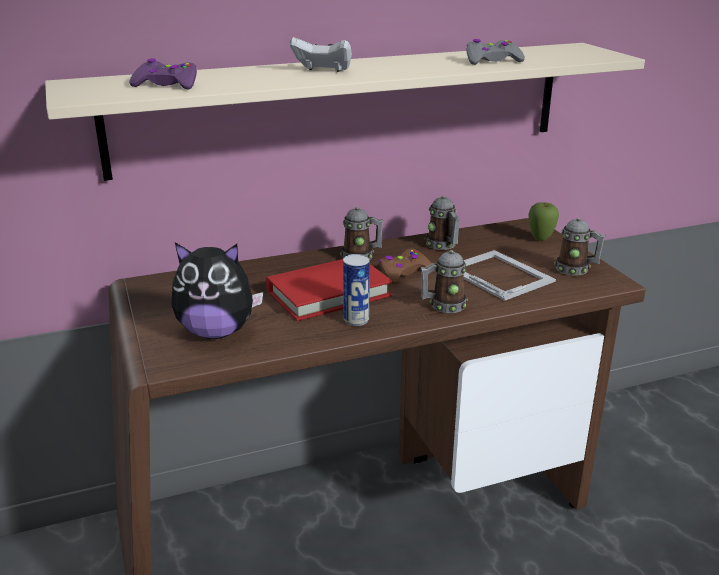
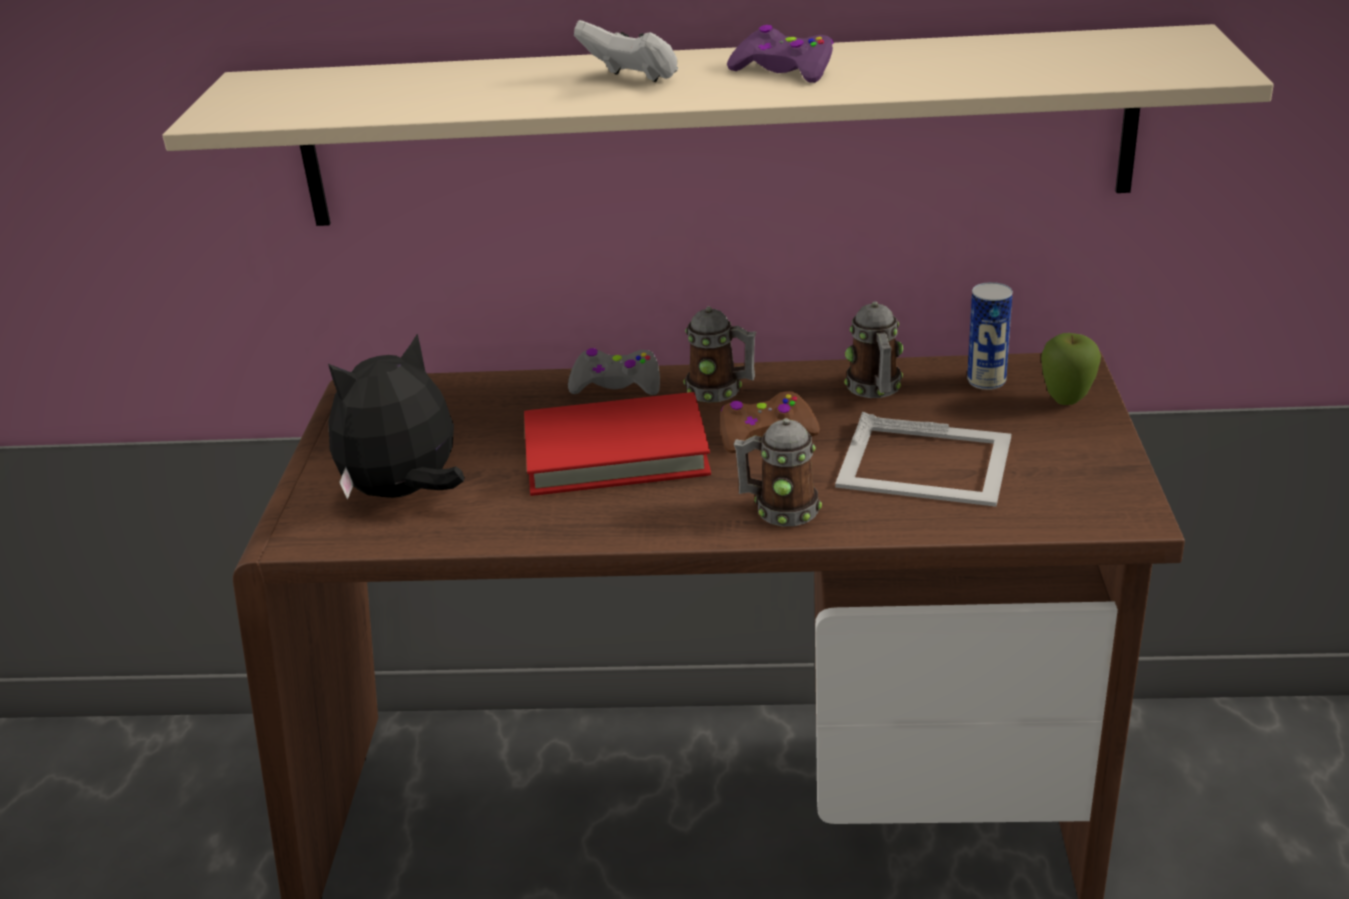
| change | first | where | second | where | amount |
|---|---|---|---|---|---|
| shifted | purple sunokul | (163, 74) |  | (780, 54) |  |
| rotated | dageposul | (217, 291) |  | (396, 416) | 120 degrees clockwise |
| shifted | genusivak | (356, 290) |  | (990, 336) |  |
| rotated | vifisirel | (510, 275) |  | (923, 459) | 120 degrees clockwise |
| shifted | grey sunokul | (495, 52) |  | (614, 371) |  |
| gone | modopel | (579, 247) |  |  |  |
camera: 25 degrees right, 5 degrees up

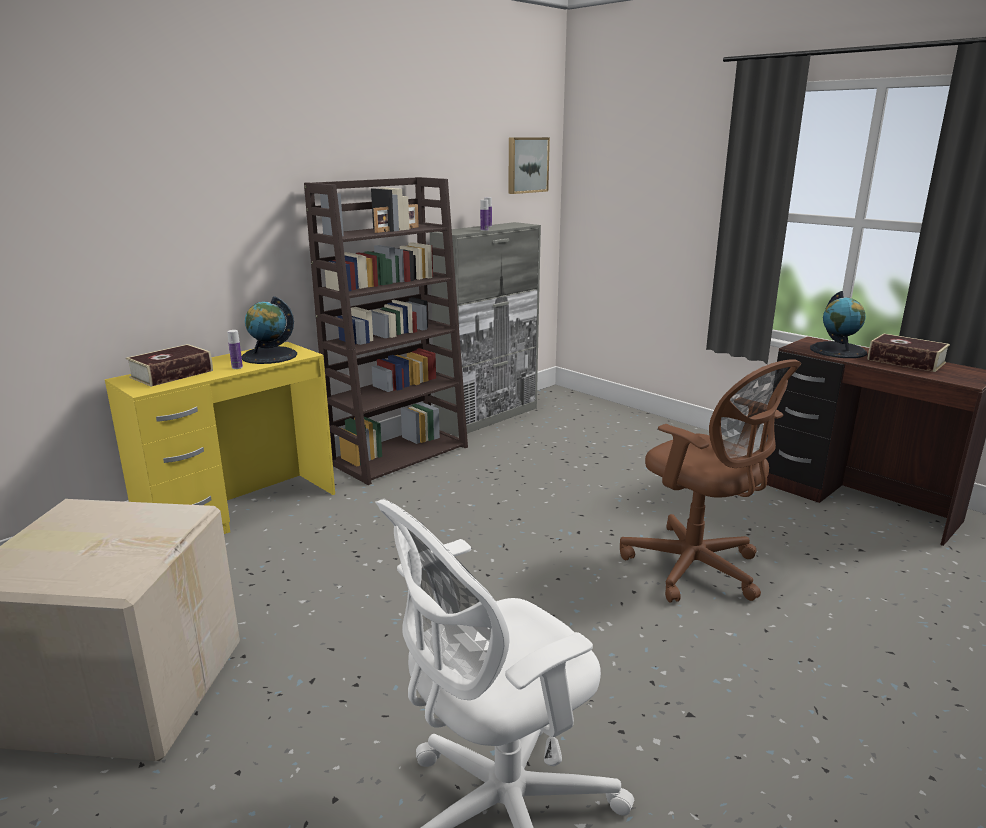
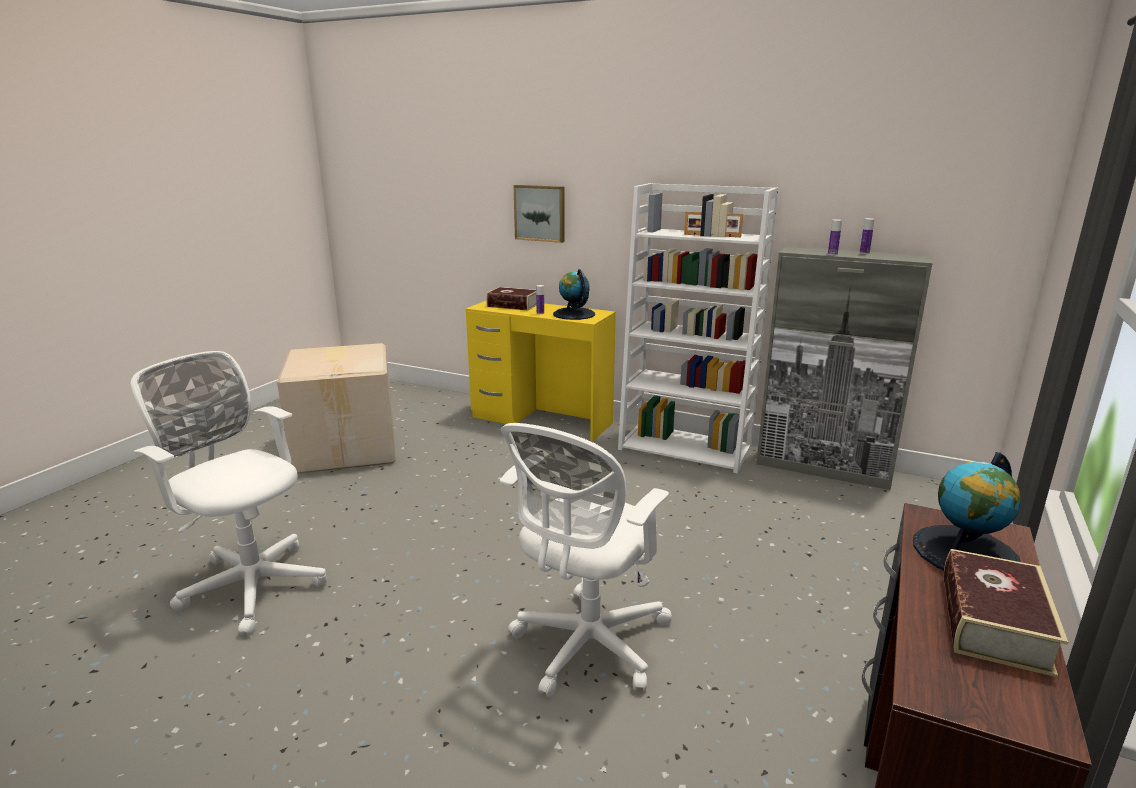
| change | first | where | second | where | amount |
|---|---|---|---|---|---|
| repainted | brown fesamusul | (386, 331) | white fesamusul | (698, 328) |  |
| shifted | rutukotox | (529, 165) |  | (539, 214) |  |
| repainted | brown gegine | (710, 480) | white gegine | (586, 560) |  |
camera: 70 degrees right, 0 degrees up

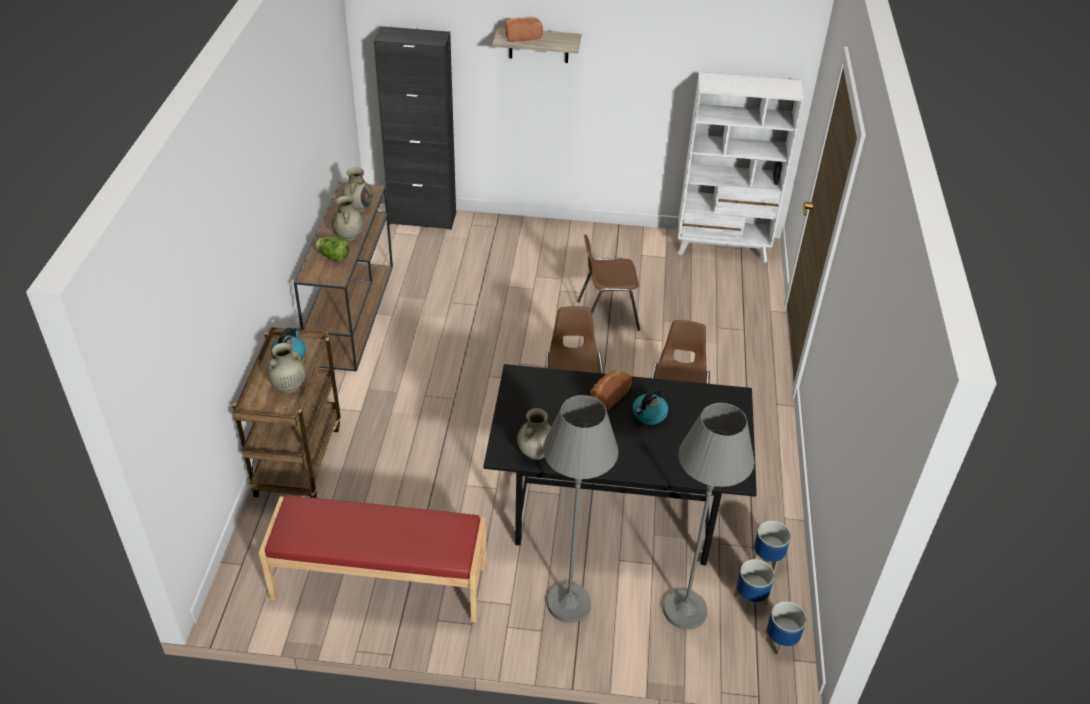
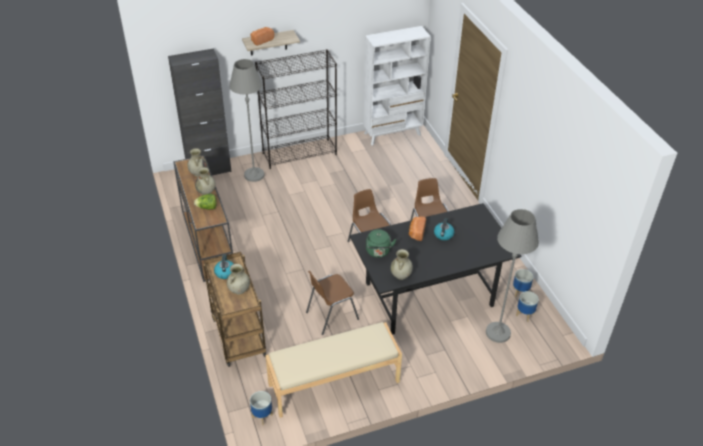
| change | first | where | second | where | amount |
|---|---|---|---|---|---|
| repainted | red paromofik | (373, 559) | beige paromofik | (333, 370) |  |
| shifted | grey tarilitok | (580, 509) |  | (247, 120) |  |
| shifted | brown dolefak | (608, 282) |  | (332, 303) |  |
| shifted | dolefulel | (785, 629) |  | (261, 408) |  |
| new |  |  | black fesamusul | (296, 109) |  |
| new |  |  | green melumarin | (381, 243) |  |
camera: 25 degrees left, 0 degrees up

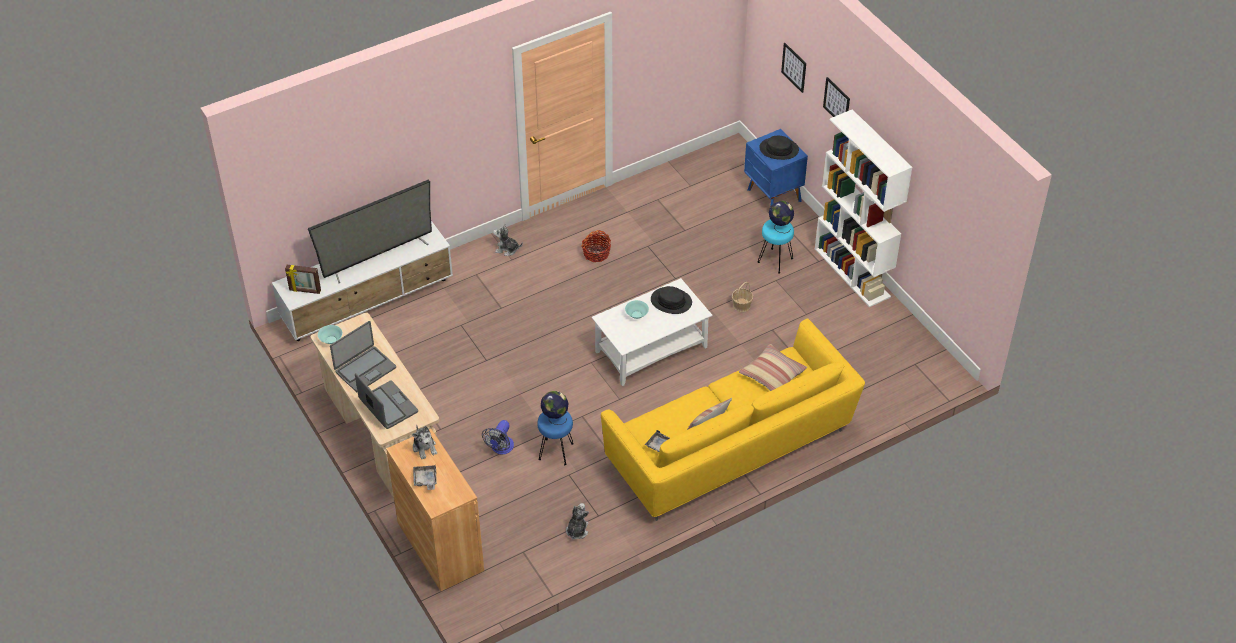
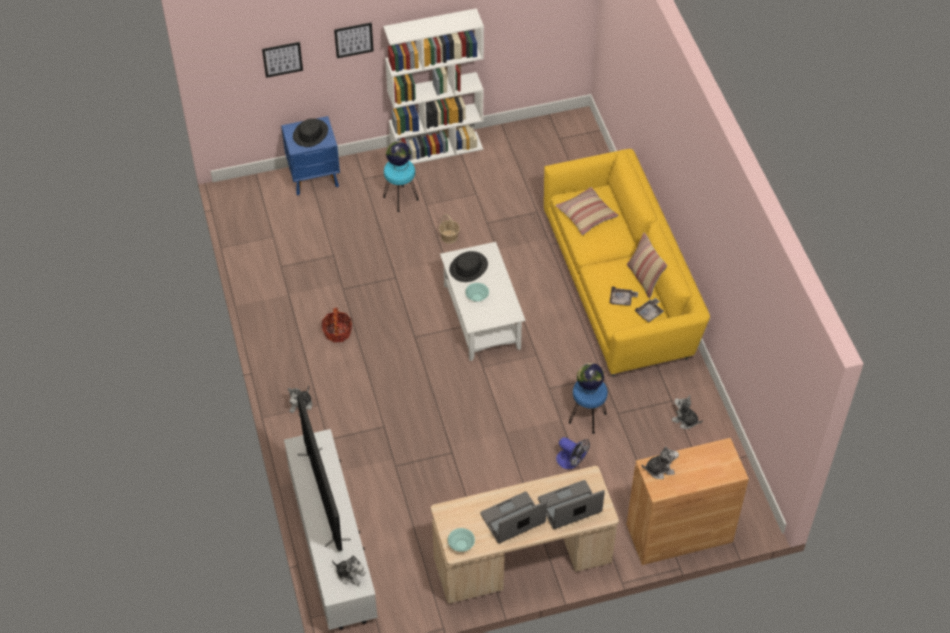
| change | first | where | second | where | amount |
|---|---|---|---|---|---|
| swapped | vifisirel | (303, 279) | dageposul | (349, 570) |  |
| rotated | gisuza | (363, 357) |  | (513, 517) | 90 degrees counterclockwise |
| shifted | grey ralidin | (425, 477) |  | (624, 296) |  |
camera: 75 degrees left, 5 degrees up

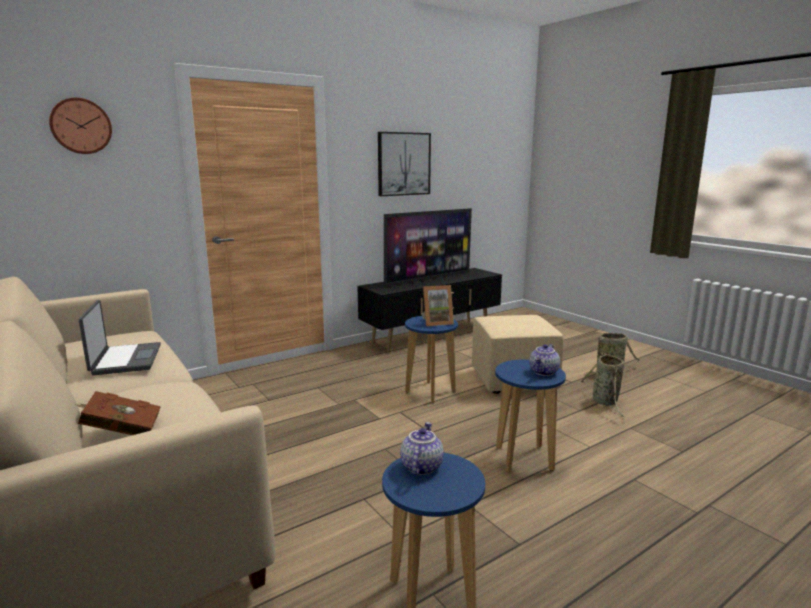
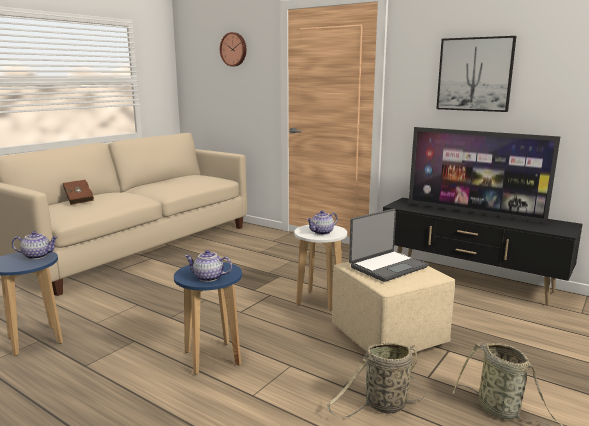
| change | first | where | second | where | amount |
|---|---|---|---|---|---|
| shifted | gisuza | (120, 337) |  | (388, 245) |  |
| repainted | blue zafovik | (431, 359) | white zafovik | (320, 268) |  |
| swapped | vifisirel | (438, 305) | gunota | (322, 222) |  |
camera: 70 degrees right, 0 degrees up

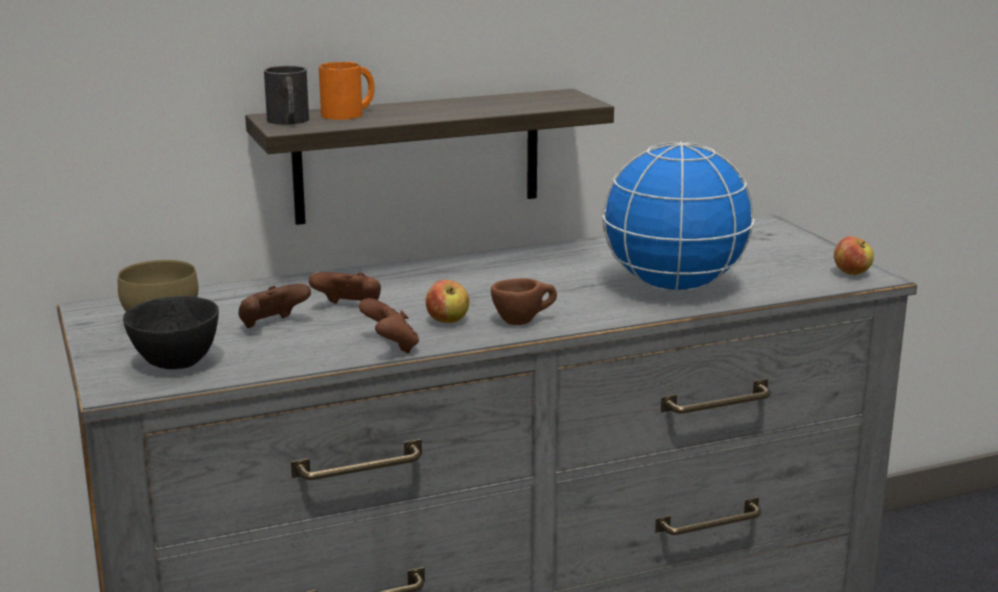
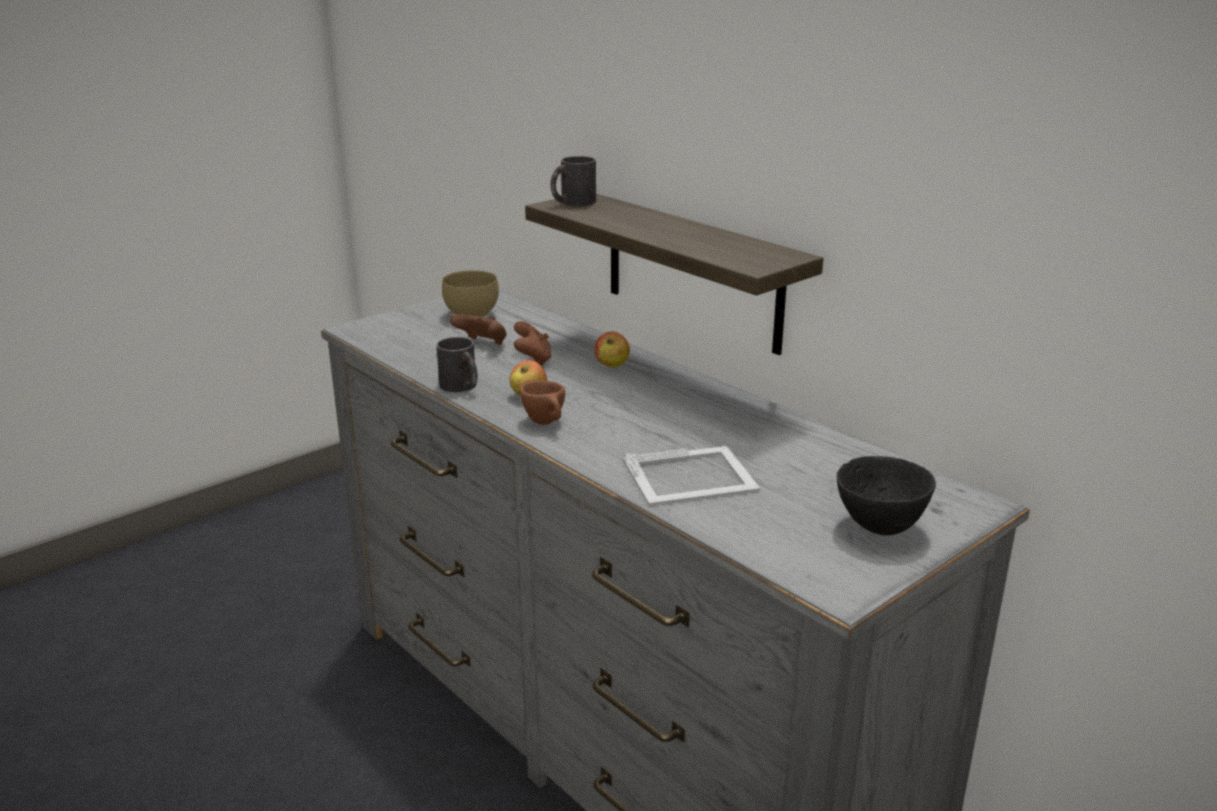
| change | first | where | second | where | amount |
|---|---|---|---|---|---|
| shifted | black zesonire | (171, 332) |  | (886, 495) |  |
| gone | orange modopel | (347, 91) |  |  |  |
| swapped | brown sunokul | (389, 325) | black modopel | (457, 364) |  |
| swapped | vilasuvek | (678, 216) | vifisirel | (691, 476) |  |
| shifted | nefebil | (854, 255) |  | (612, 349) |  |
camera: 70 degrees right, 5 degrees up

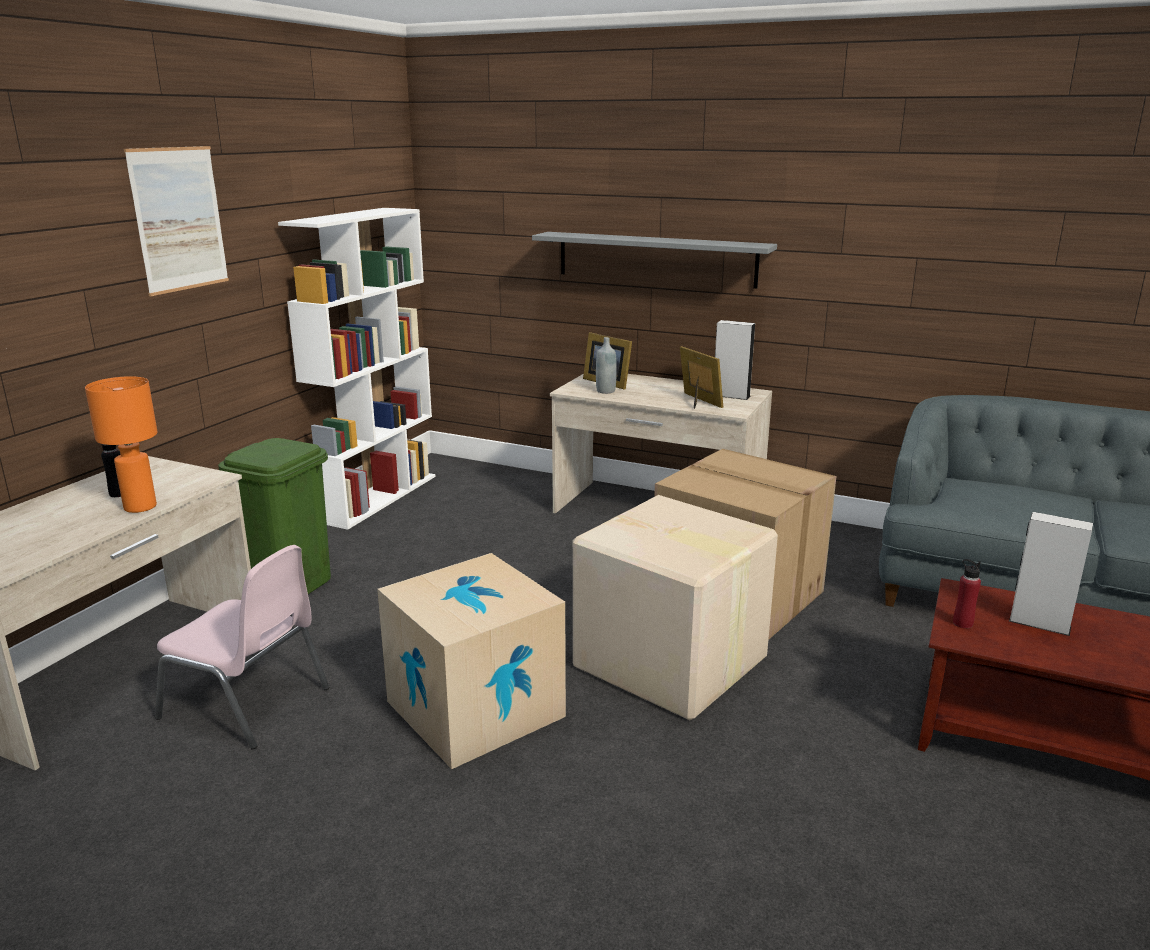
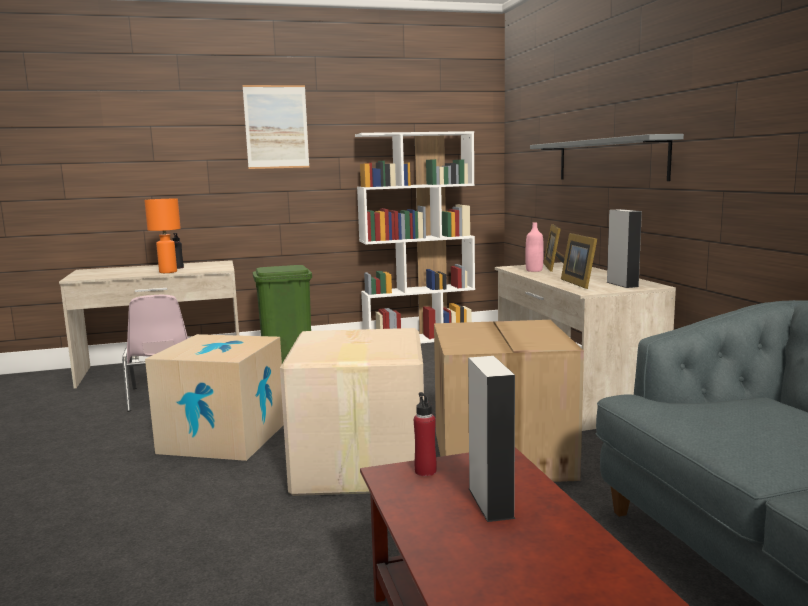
| change | first | where | second | where | amount |
|---|---|---|---|---|---|
| repainted | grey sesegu | (606, 365) | pink sesegu | (534, 247) |  |
| rotated | vifisirel | (701, 377) |  | (579, 261) | 150 degrees clockwise |
camera: 50 degrees right, 10 degrees down

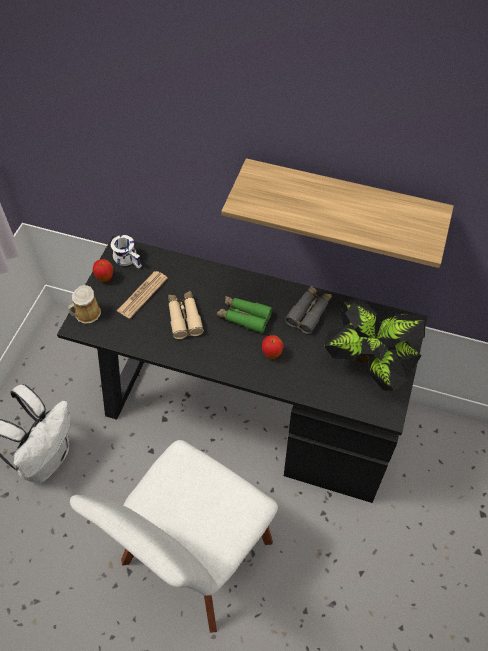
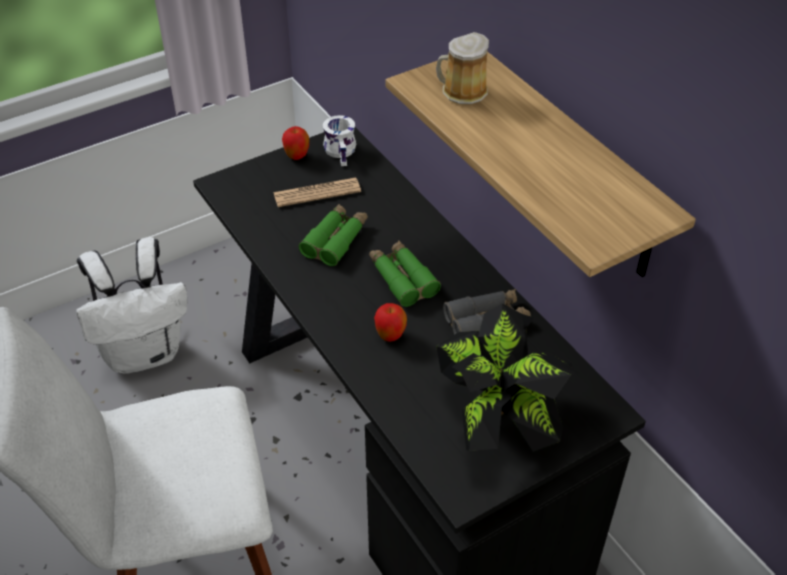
| change | first | where | second | where | amount |
|---|---|---|---|---|---|
| shifted | modopel | (84, 304) |  | (462, 68) |  |
| repainted | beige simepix | (186, 315) | green simepix | (333, 235) |  |
camera: 40 degrees right, 10 degrees down

